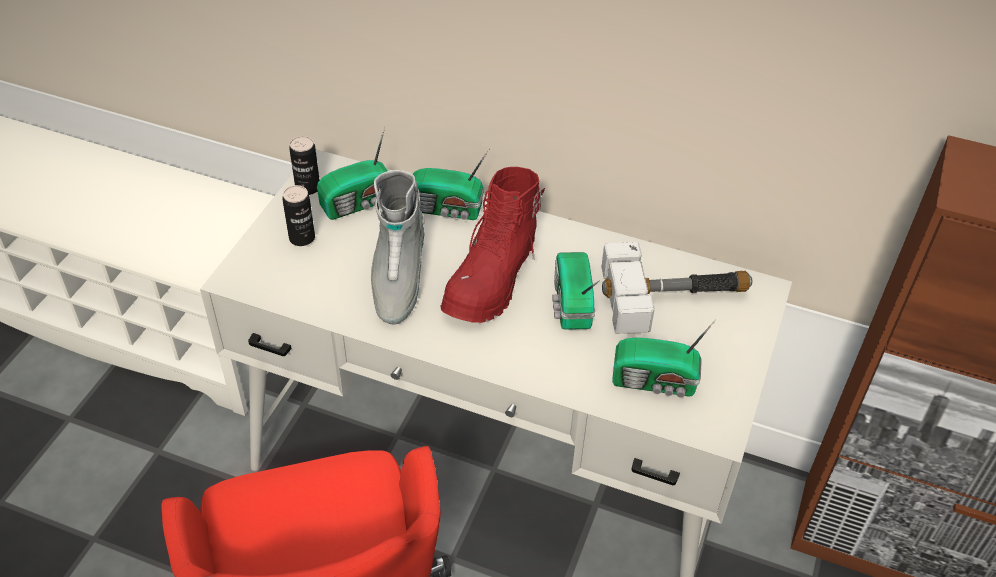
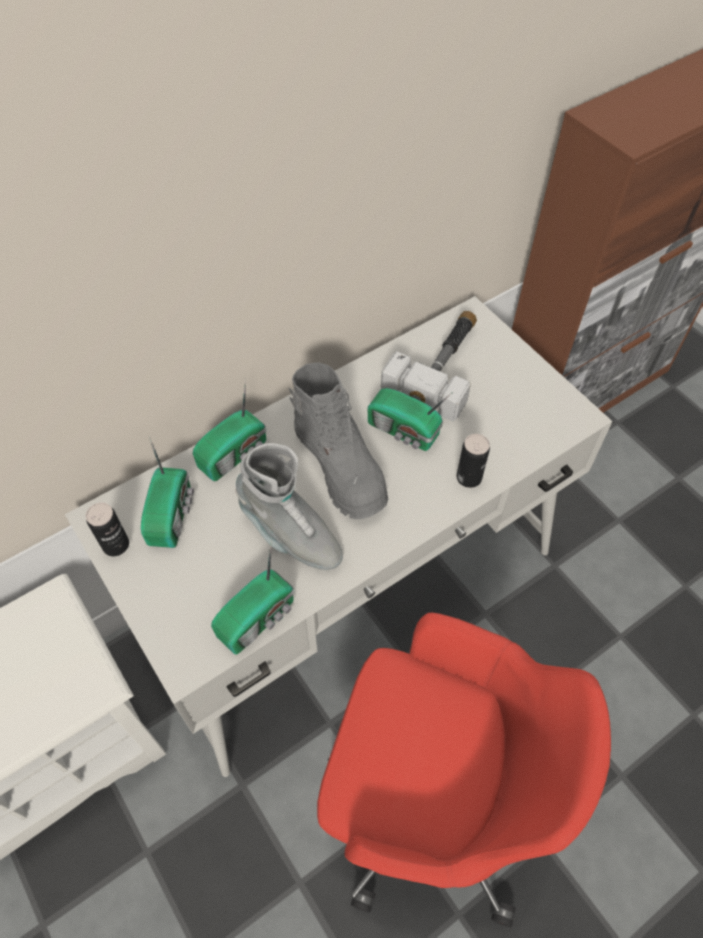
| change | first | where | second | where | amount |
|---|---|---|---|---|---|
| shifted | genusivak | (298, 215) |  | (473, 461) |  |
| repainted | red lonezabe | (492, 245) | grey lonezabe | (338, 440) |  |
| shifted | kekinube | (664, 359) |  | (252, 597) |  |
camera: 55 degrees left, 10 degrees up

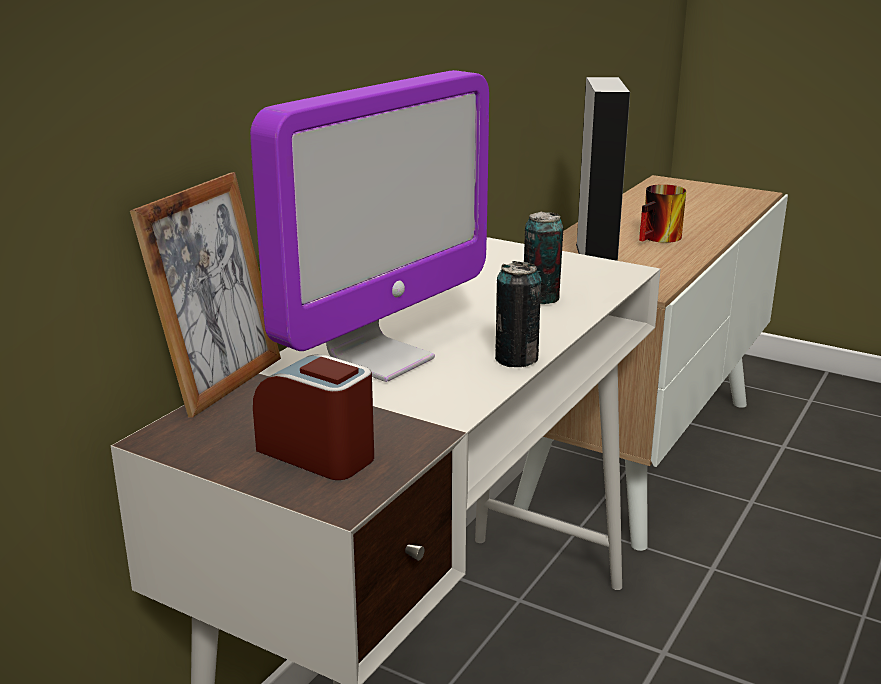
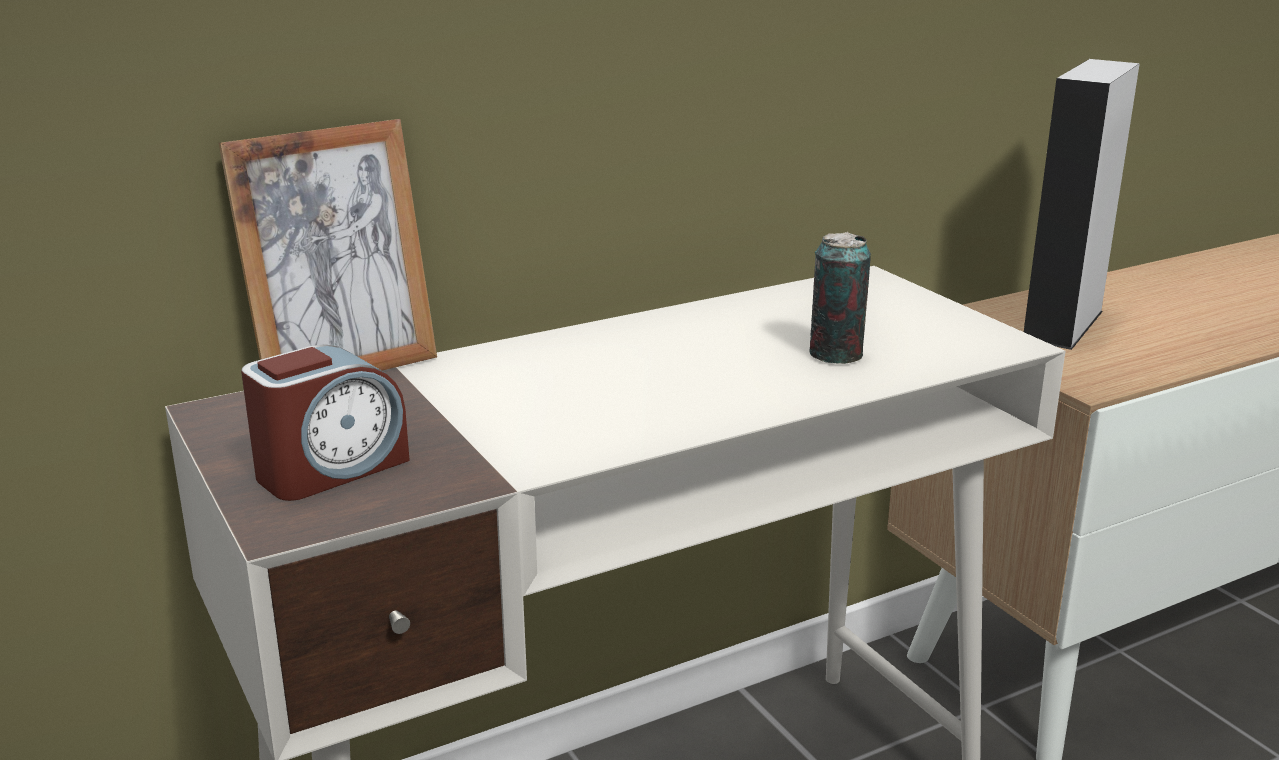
| change | first | where | second | where | amount |
|---|---|---|---|---|---|
| gone | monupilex | (369, 226) |  |  |  |
| rotated | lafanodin | (313, 417) |  | (325, 422) | 75 degrees clockwise |
| gone | genusivak | (518, 314) |  |  |  |
| gone | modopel | (662, 213) |  |  |  |
camera: 30 degrees right, 0 degrees up

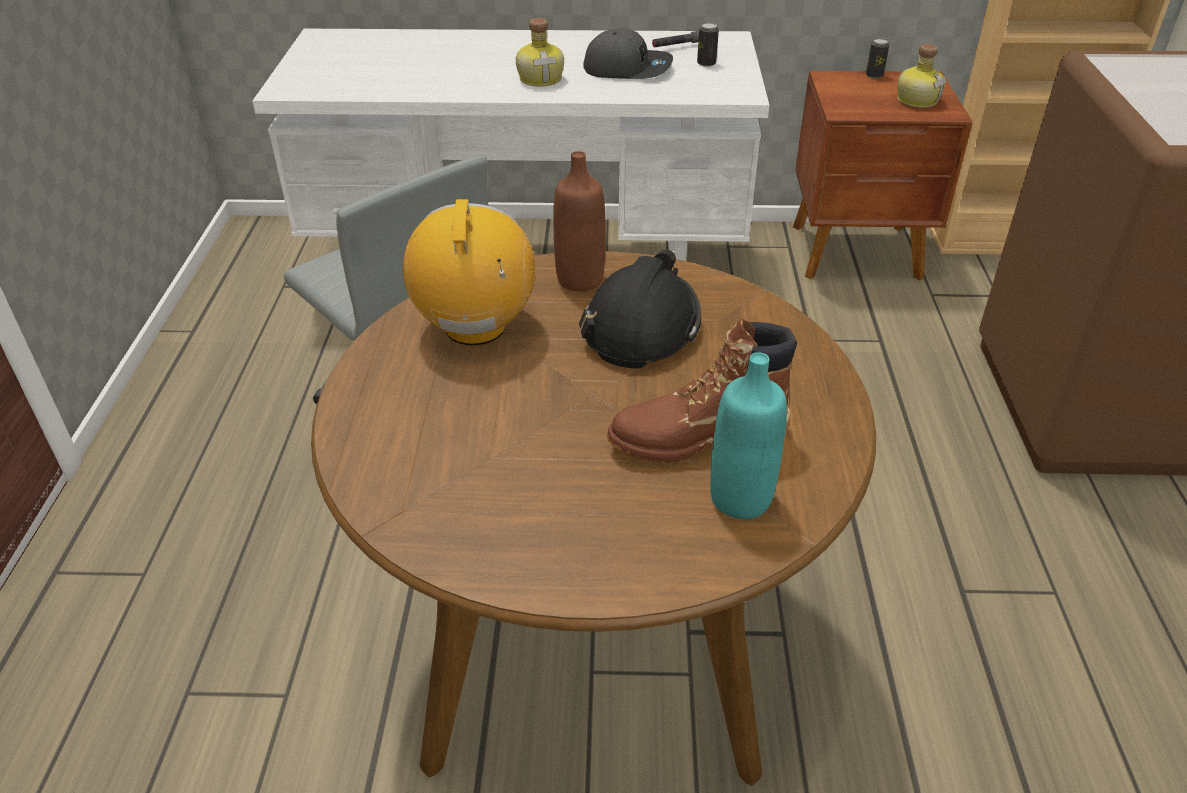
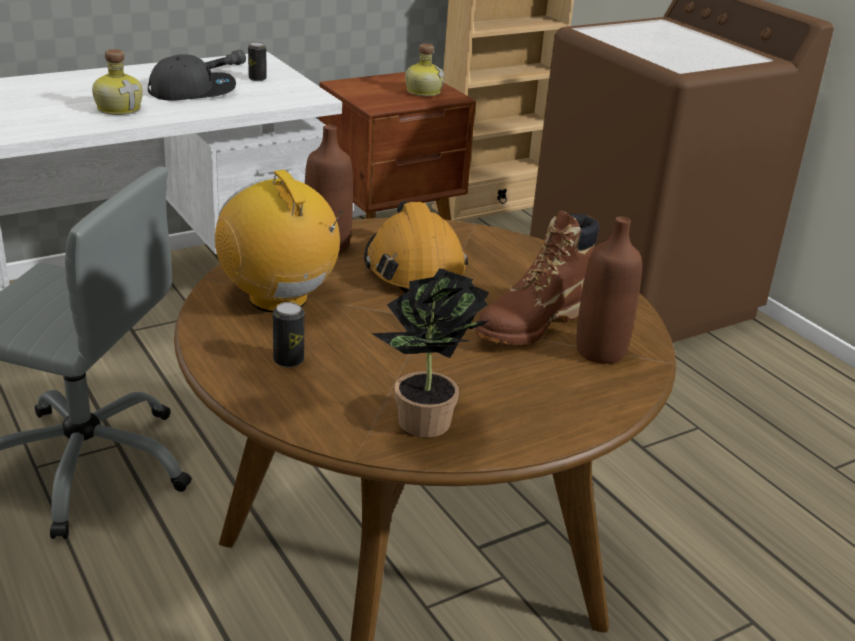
| change | first | where | second | where | amount |
|---|---|---|---|---|---|
| repainted | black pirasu | (640, 309) | orange pirasu | (416, 247) |  |
| repainted | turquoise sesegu | (748, 435) | brown sesegu | (609, 290) |  |
| shifted | genusivak | (878, 59) |  | (288, 335) |  |
| new |  |  | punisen | (431, 353) |  |
camera: 35 degrees left, 10 degrees down

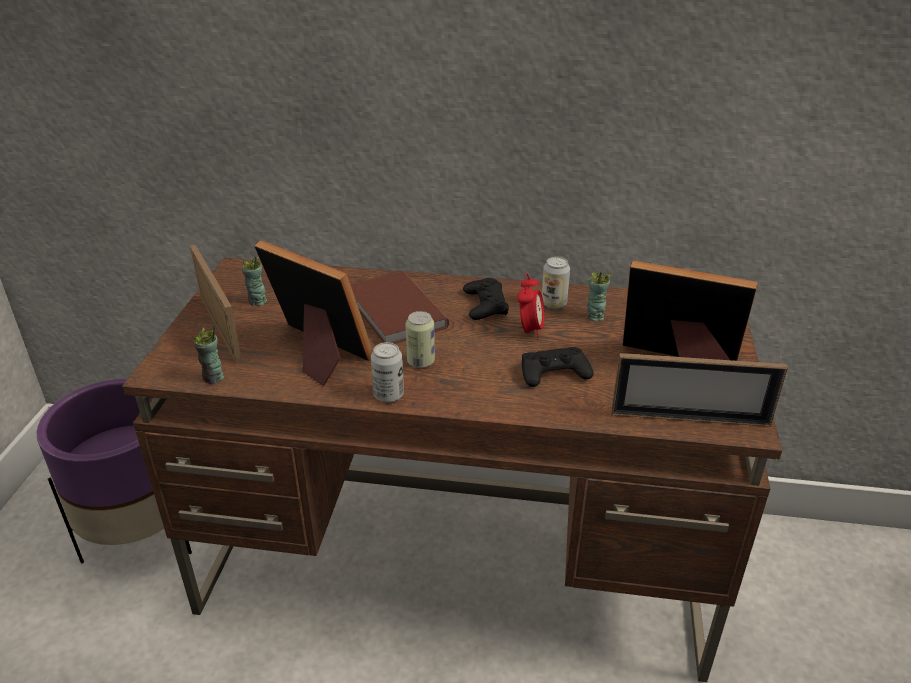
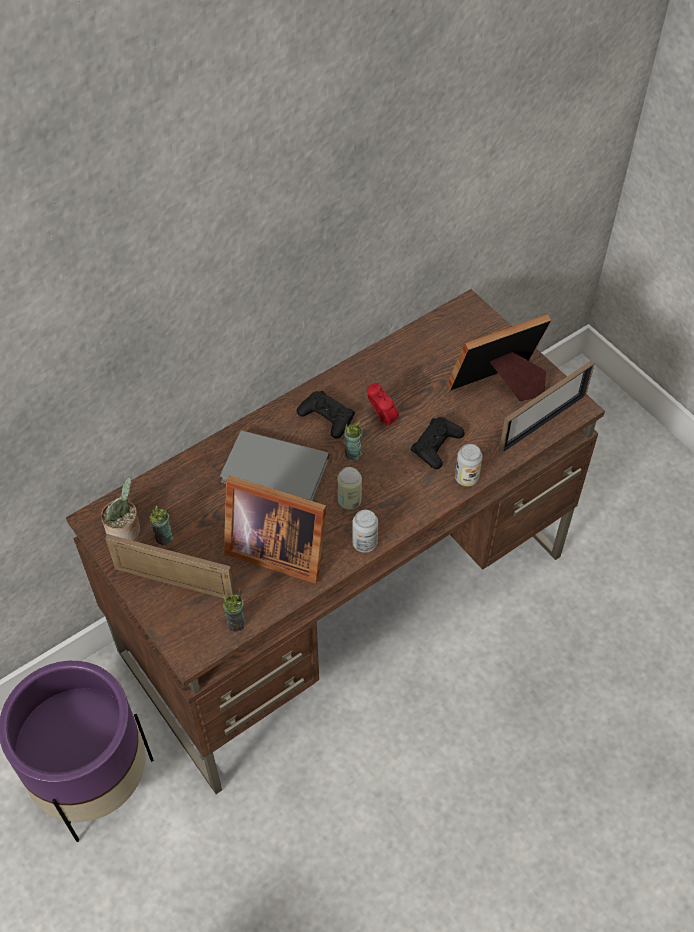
| change | first | where | second | where | amount |
|---|---|---|---|---|---|
| rotated | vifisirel | (313, 313) |  | (275, 529) | 150 degrees counterclockwise |
| repainted | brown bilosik | (400, 307) | grey bilosik | (275, 465) |  |
| shifted | genusivak | (556, 283) |  | (469, 465) |  |
| shifted | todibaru | (599, 296) |  | (353, 441) |  |
| new |  |  | punisen | (120, 509) |  |
camera: 45 degrees left, 20 degrees up

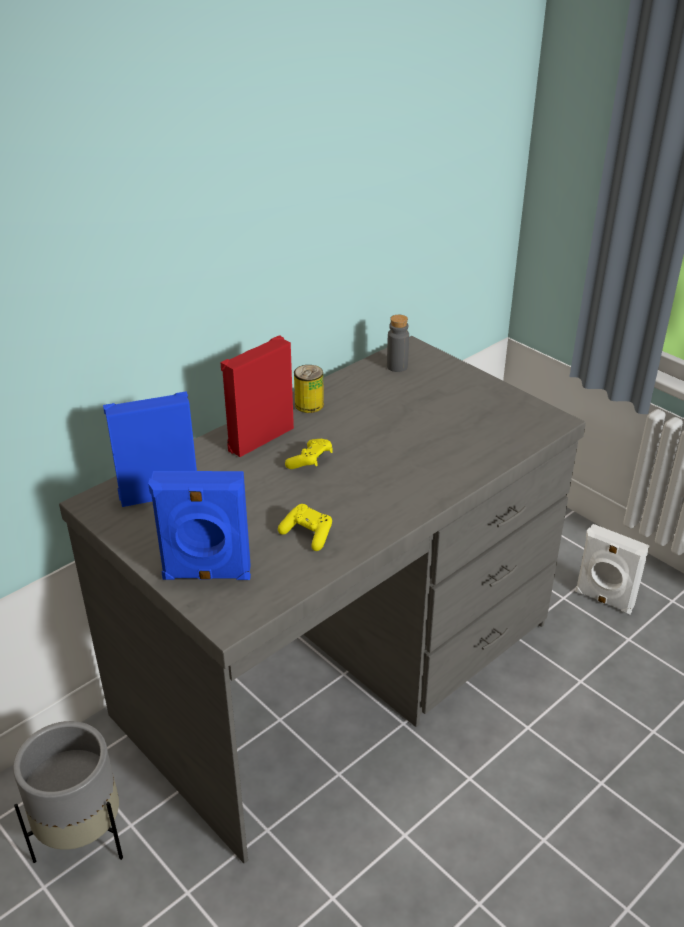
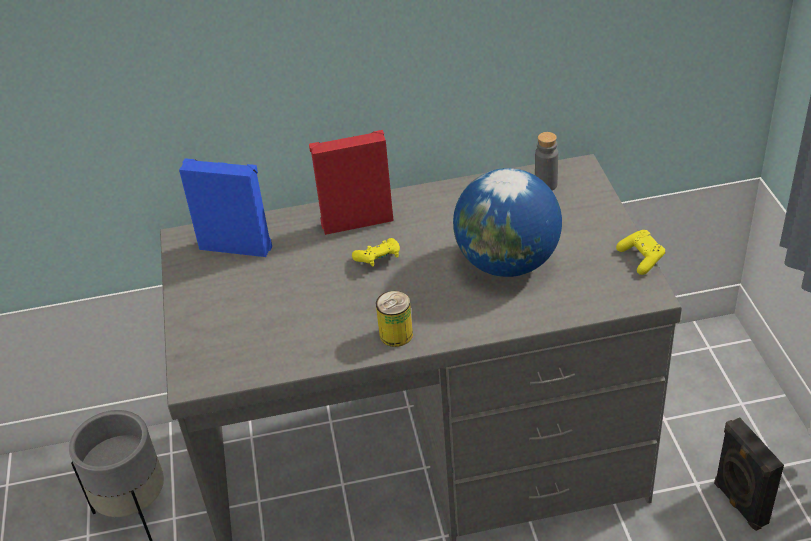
| change | first | where | second | where | amount |
|---|---|---|---|---|---|
| gone | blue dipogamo | (199, 525) |  |  |  |
| shifted | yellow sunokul | (305, 527) |  | (640, 252) |  |
| shifted | genusivak | (309, 389) |  | (394, 319) |  |
| repainted | white dipogamo | (612, 569) | black dipogamo | (749, 474) |  |
| new |  |  | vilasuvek | (507, 222) |  |
camera: 35 degrees right, 5 degrees up

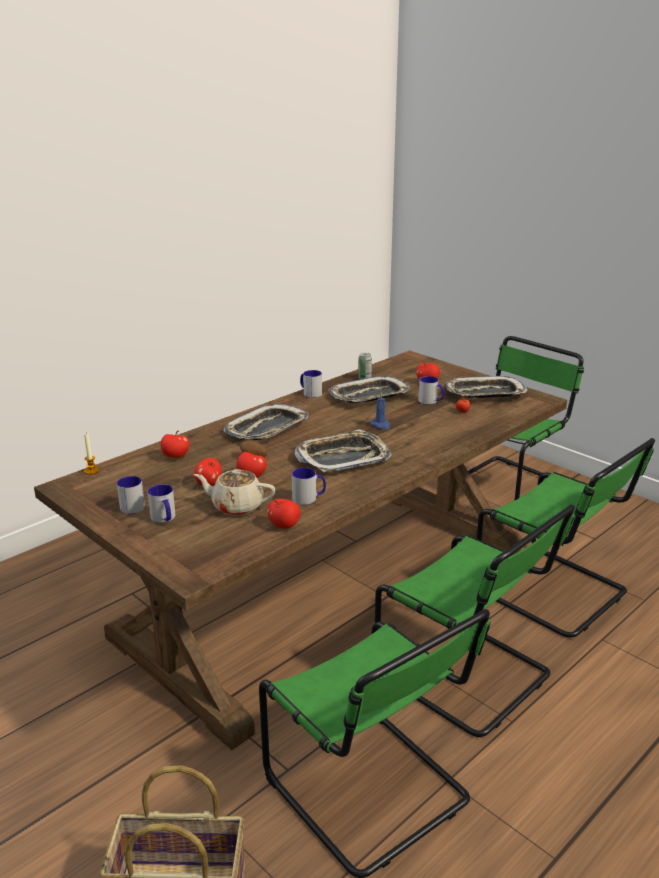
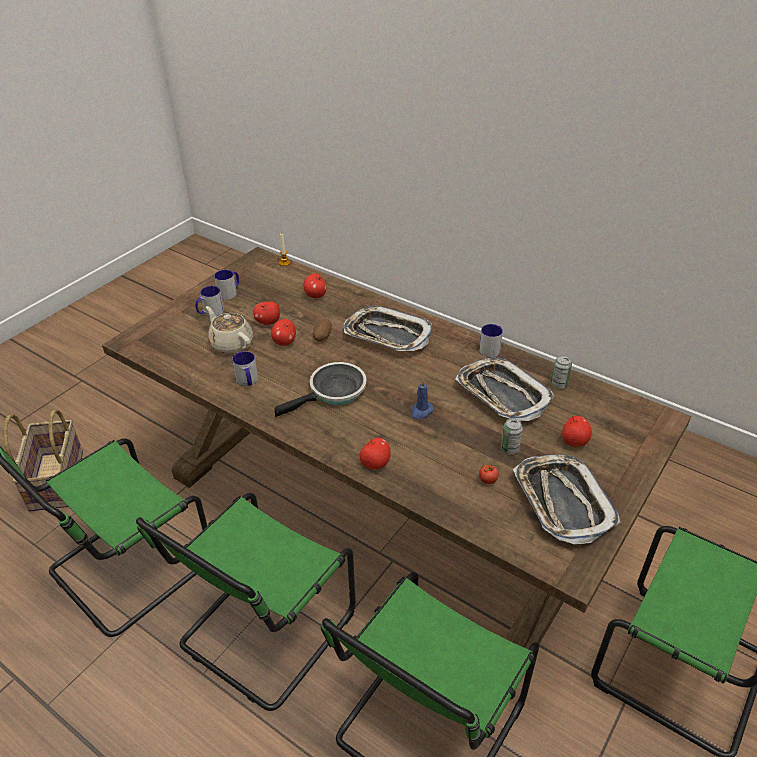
| change | first | where | second | where | amount |
|---|---|---|---|---|---|
| rotated | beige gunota | (234, 492) |  | (229, 330) | 45 degrees counterclockwise |
| shifted | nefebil | (283, 514) |  | (375, 453) |  |
| swapped | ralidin | (343, 450) | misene | (321, 389) |  |
| swapped | modopel | (431, 390) | genusivak | (512, 436) |  |
camera: 80 degrees right, 15 degrees up

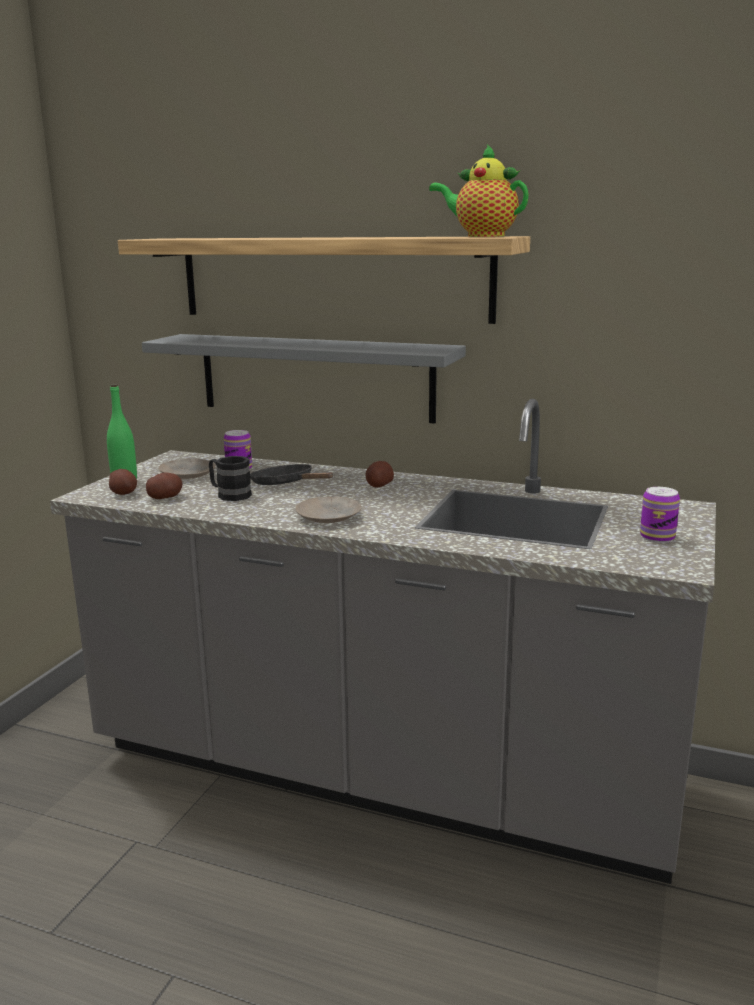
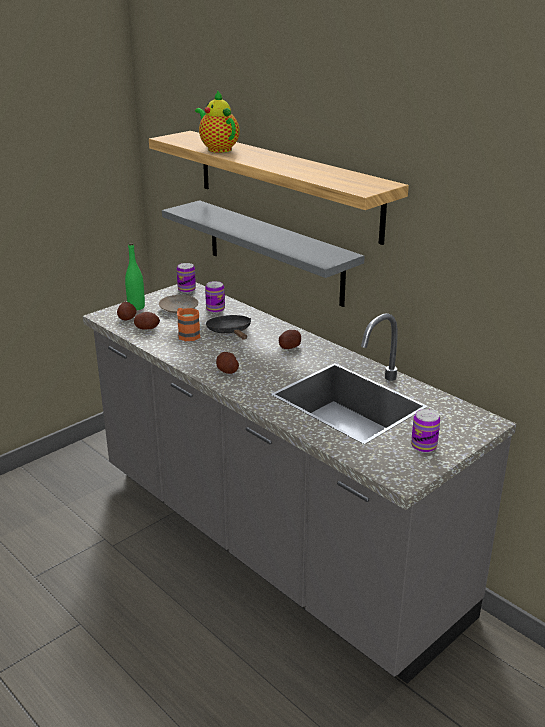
| change | first | where | second | where | amount |
|---|---|---|---|---|---|
| repainted | black modopel | (230, 478) | orange modopel | (188, 324) |  |
| swapped | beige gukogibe | (328, 510) | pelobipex | (227, 363) |  |
| shifted | gunota | (479, 190) |  | (217, 121) |  |
| new |  |  | genusivak | (186, 278) |  |
camera: 25 degrees right, 10 degrees up

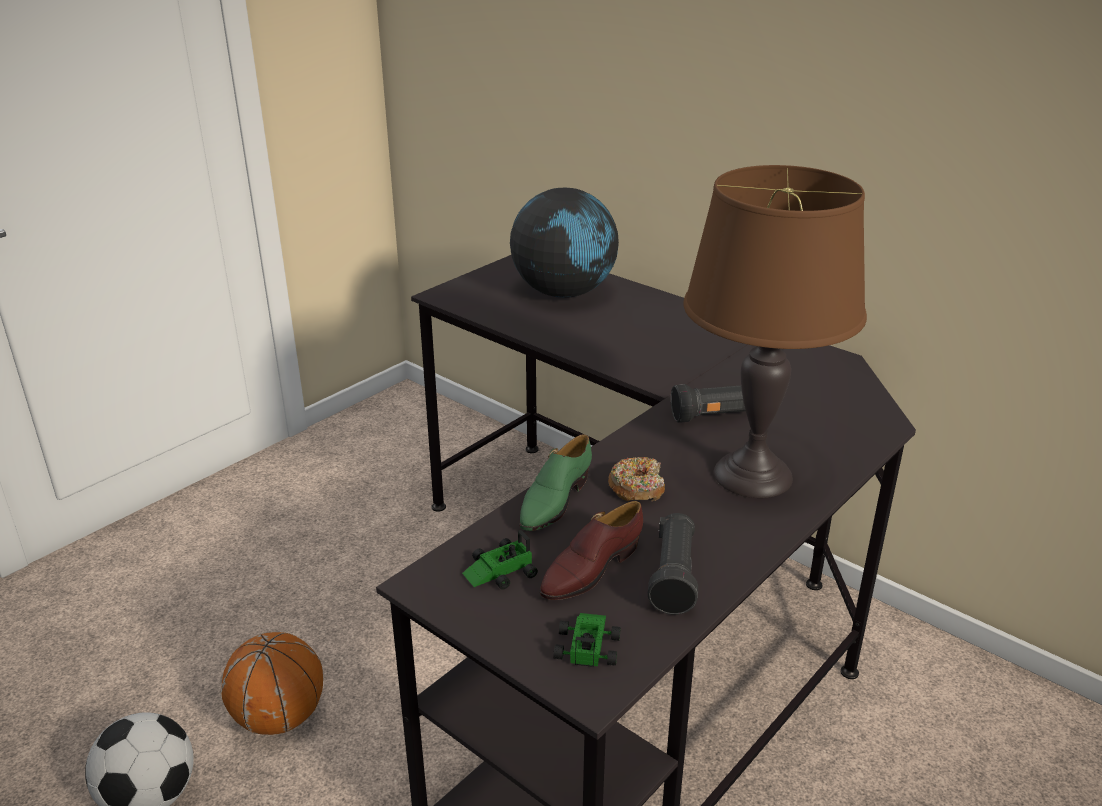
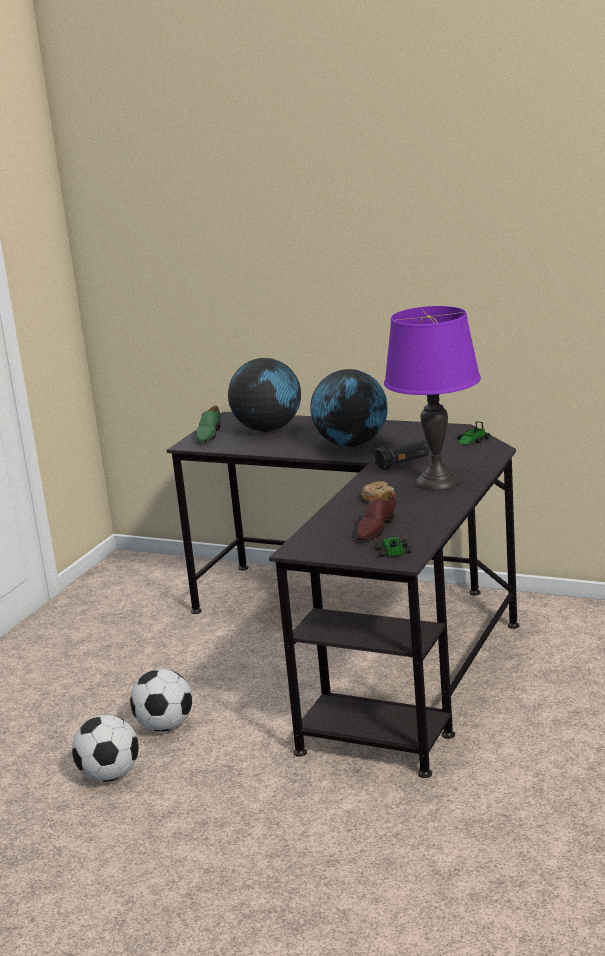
| change | first | where | second | where | amount |
|---|---|---|---|---|---|
| swapped | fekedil | (272, 683) | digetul | (161, 700) |  |
| shifted | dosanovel | (500, 560) |  | (473, 432) |  |
| shifted | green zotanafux | (555, 482) |  | (208, 424) |  |
| gone | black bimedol | (673, 564) |  |  |  |
| repainted | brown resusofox | (775, 331) | purple resusofox | (432, 398) |  |
| new |  |  | vilasuvek | (349, 408) |  |
camera: 15 degrees left, 10 degrees down

